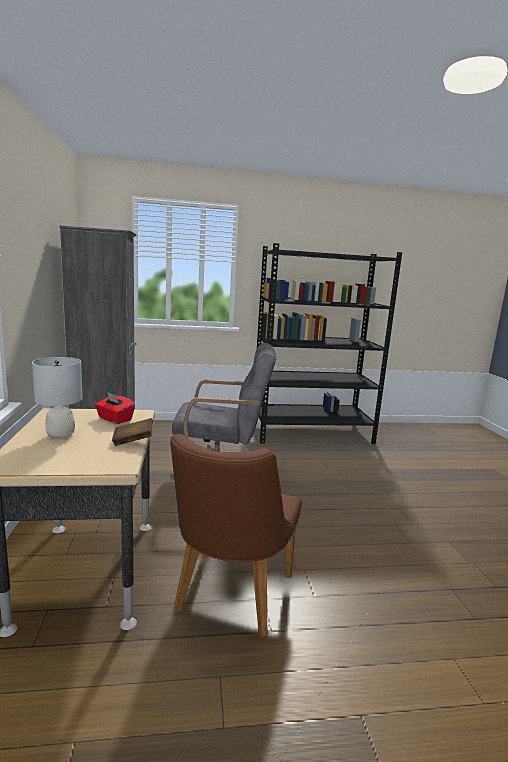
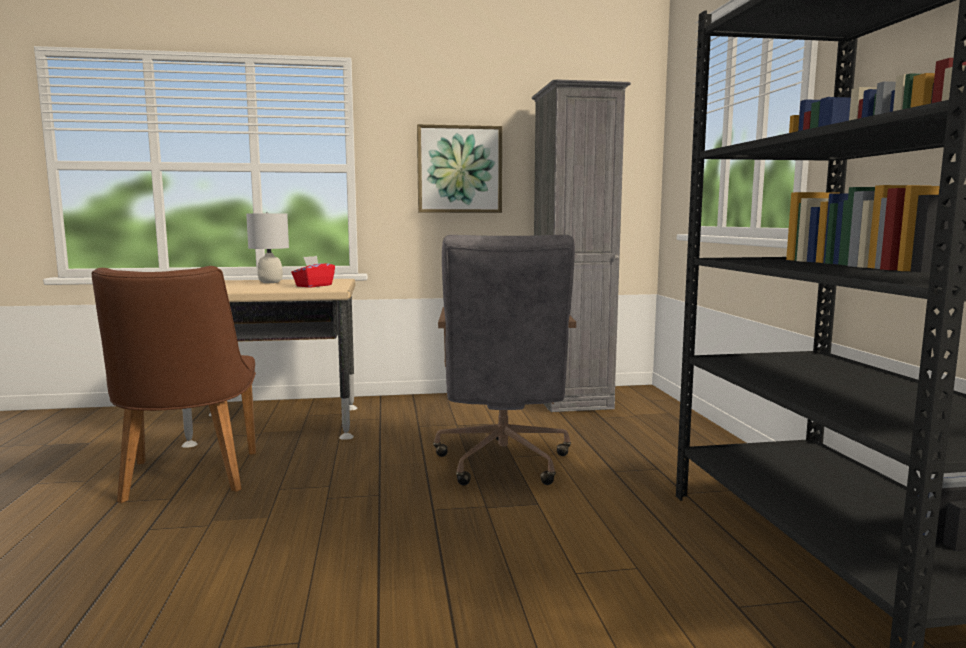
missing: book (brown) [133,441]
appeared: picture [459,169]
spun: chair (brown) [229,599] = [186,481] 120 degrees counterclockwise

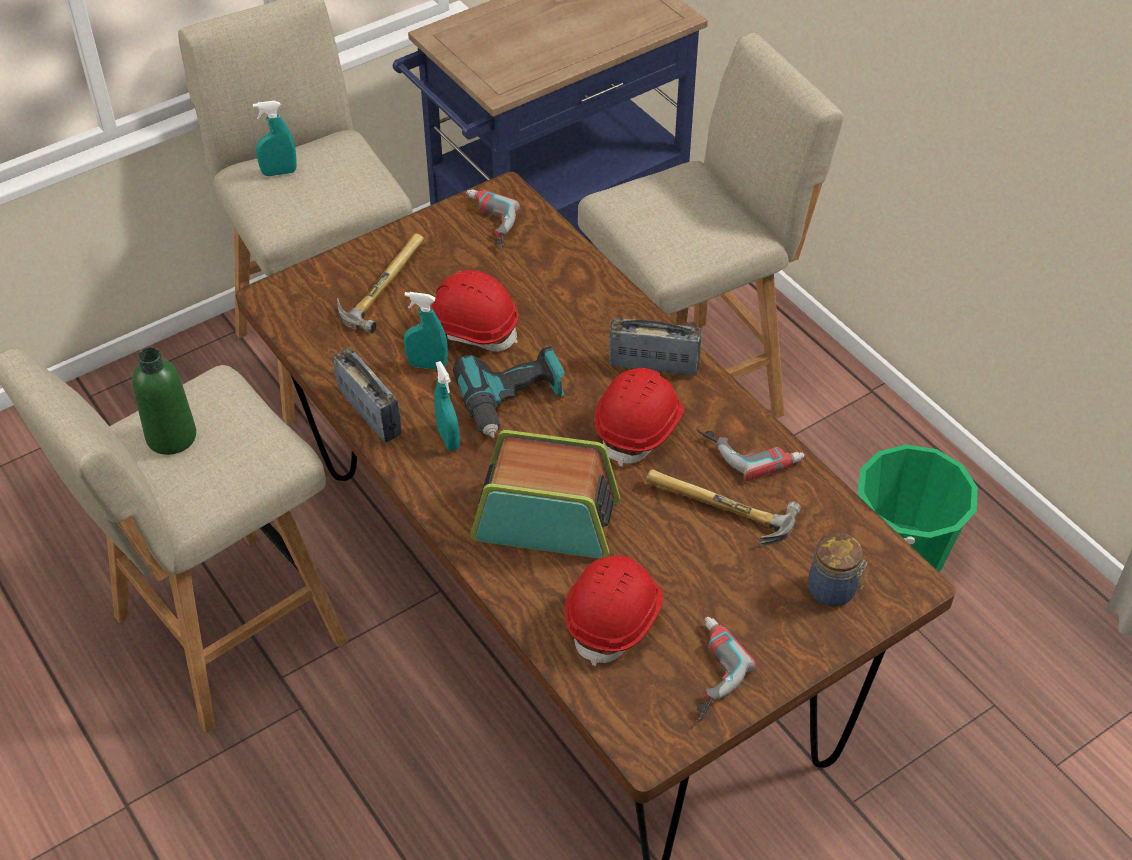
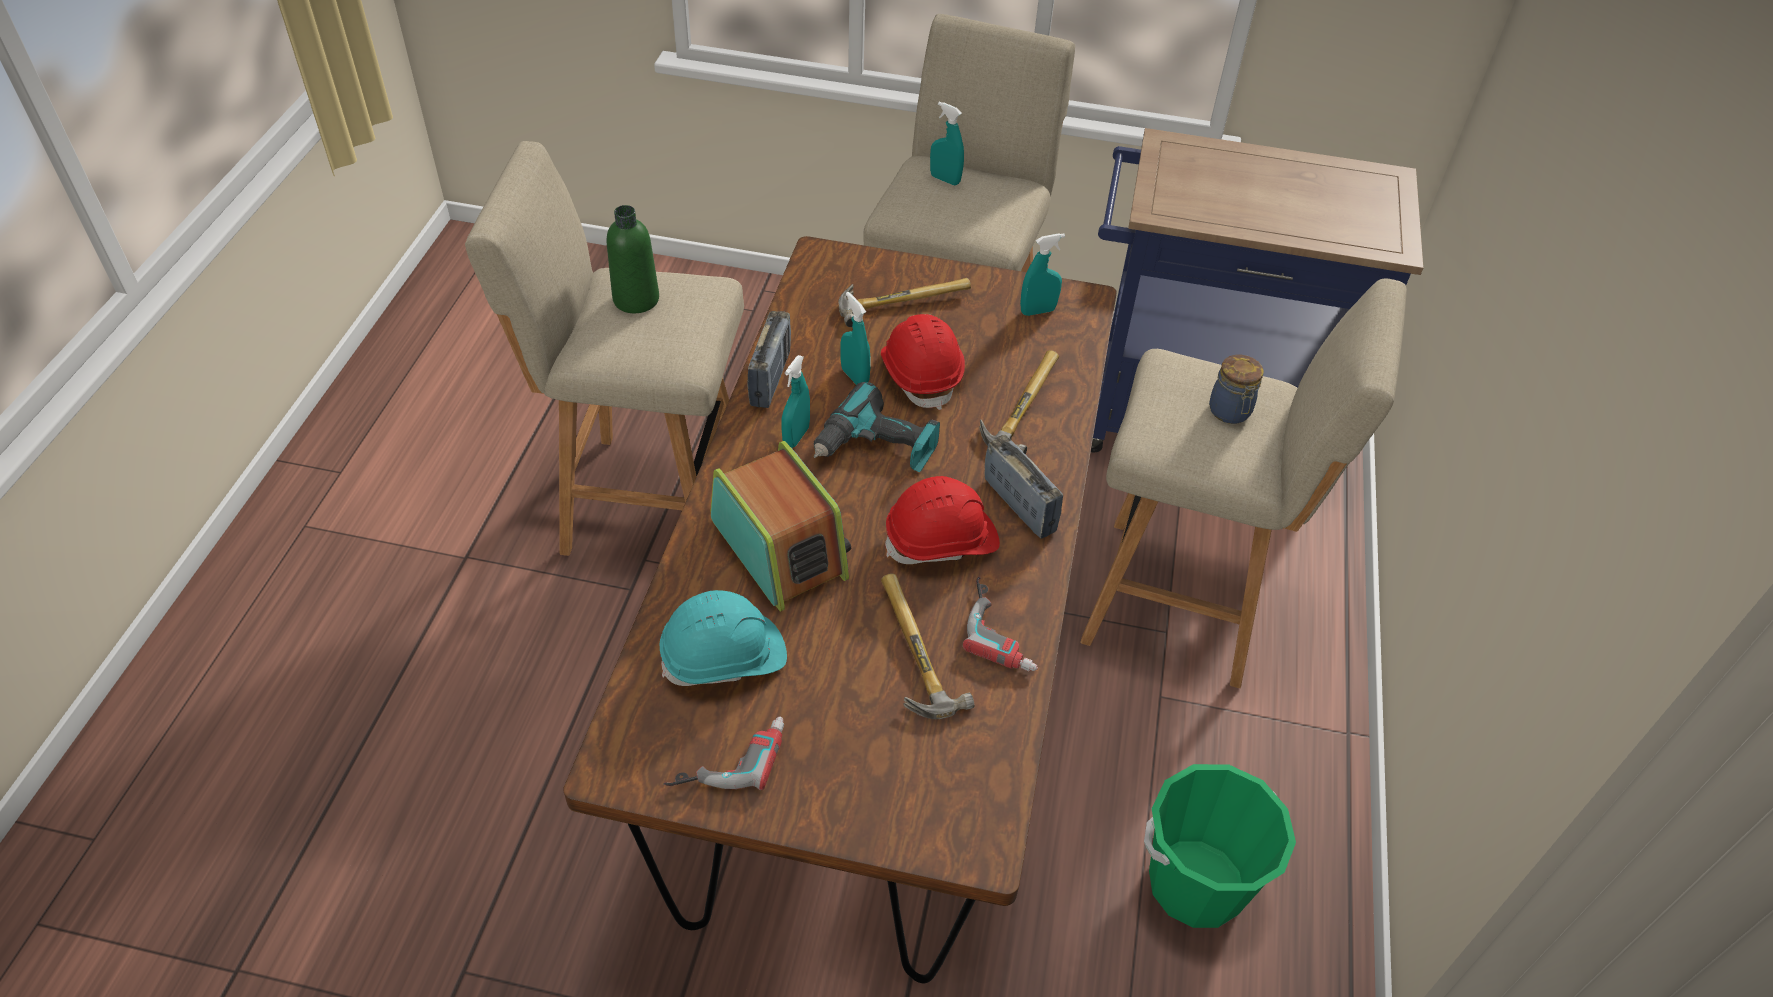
appeared: hammer [1018,405]
relocated: jar [833,591] to [1230,412]
exchanged: power drill [485,224] to spray bottle (turquoise) [1038,311]
colour: hard hat (red) [615,618] to hard hat (turquoise) [724,658]

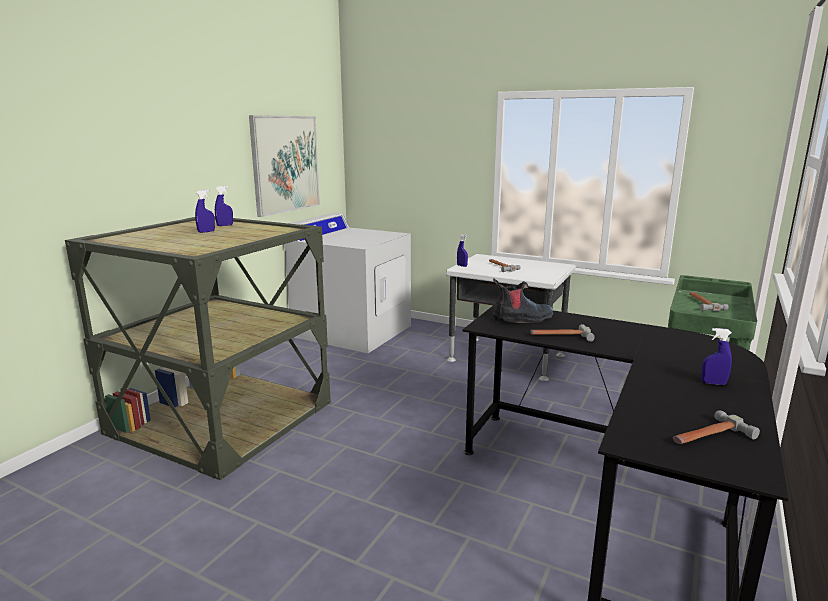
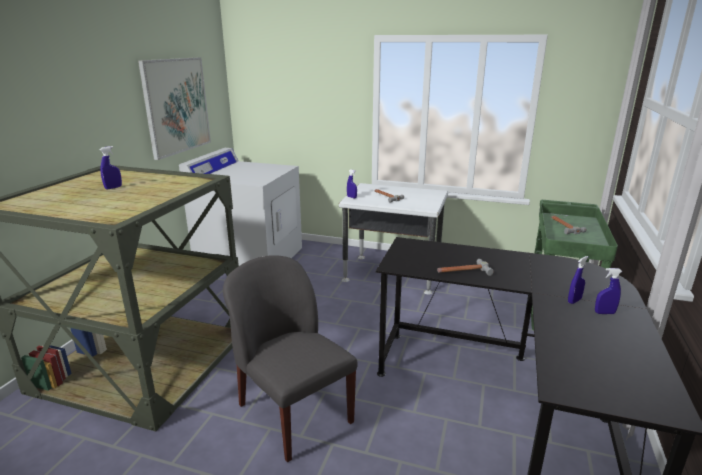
missing: boot [522,319]; hammer [708,436]
appeared: chair (grey) [293,412]
relocated: spray bottle (blue) [225,225] to [574,301]

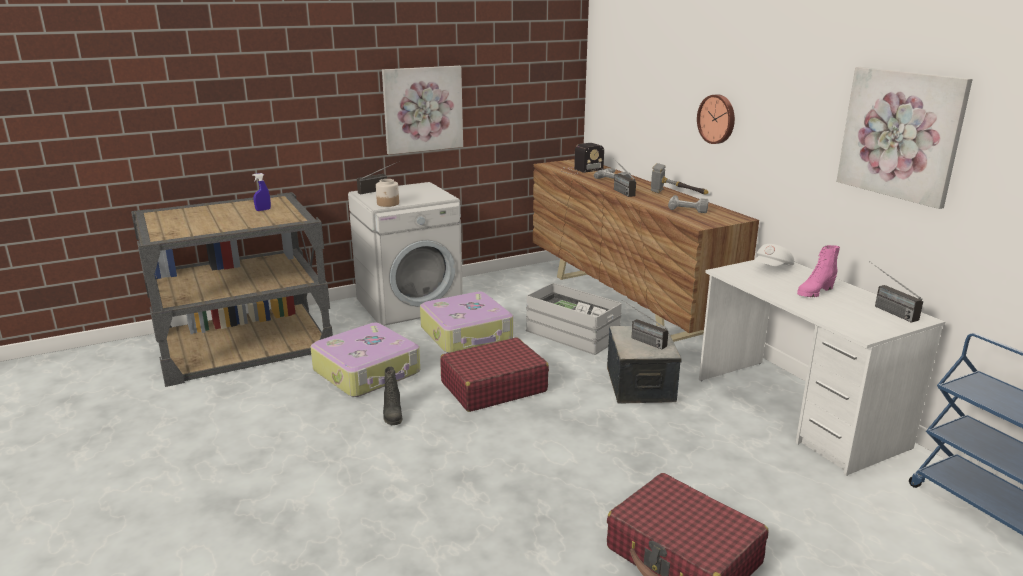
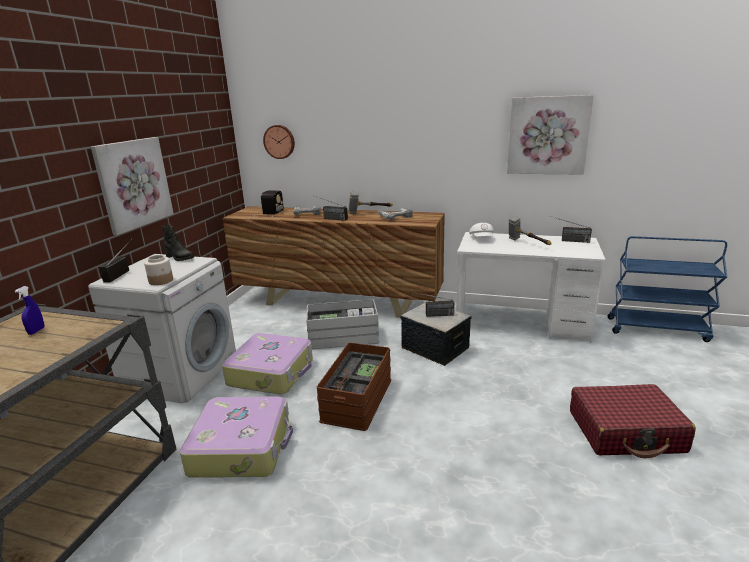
relocated: boot (black) [392,415] to [179,258]; wall clock [717,119] to [279,141]
exchanged: suitcase (red) [493,387] to storage box (brown) [358,399]; boot (pink) [814,292] to hammer [527,243]

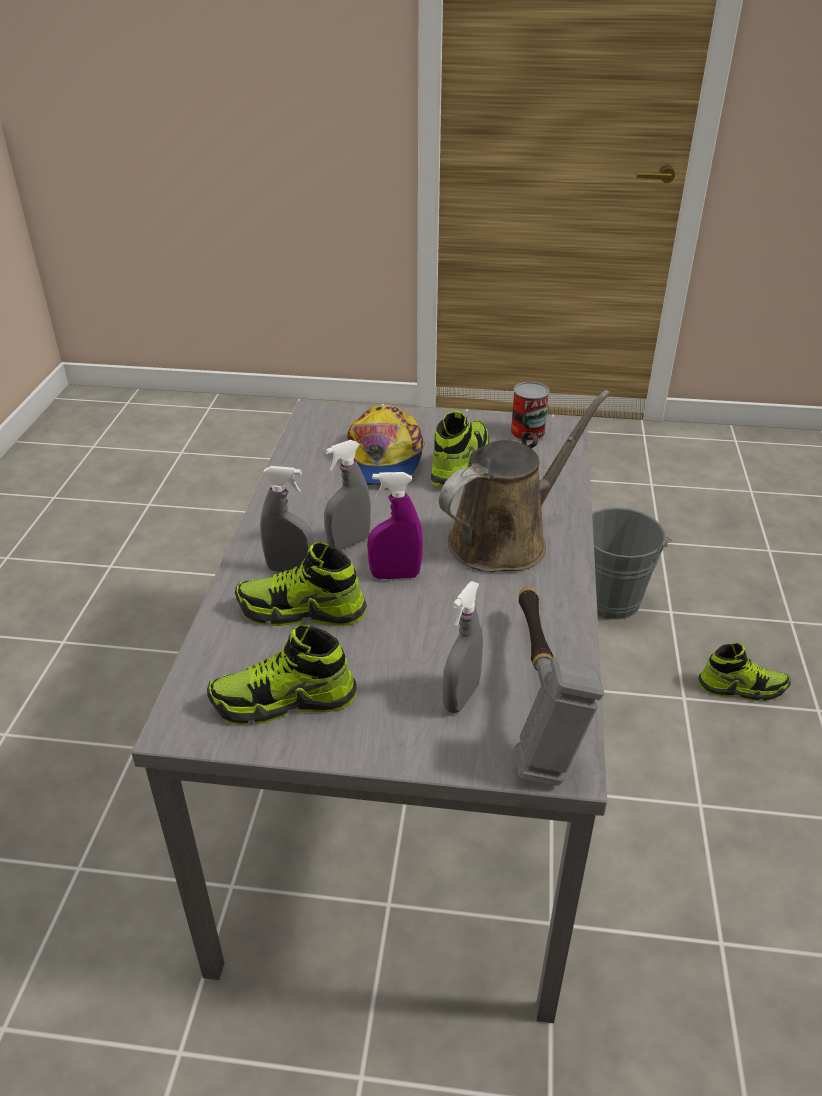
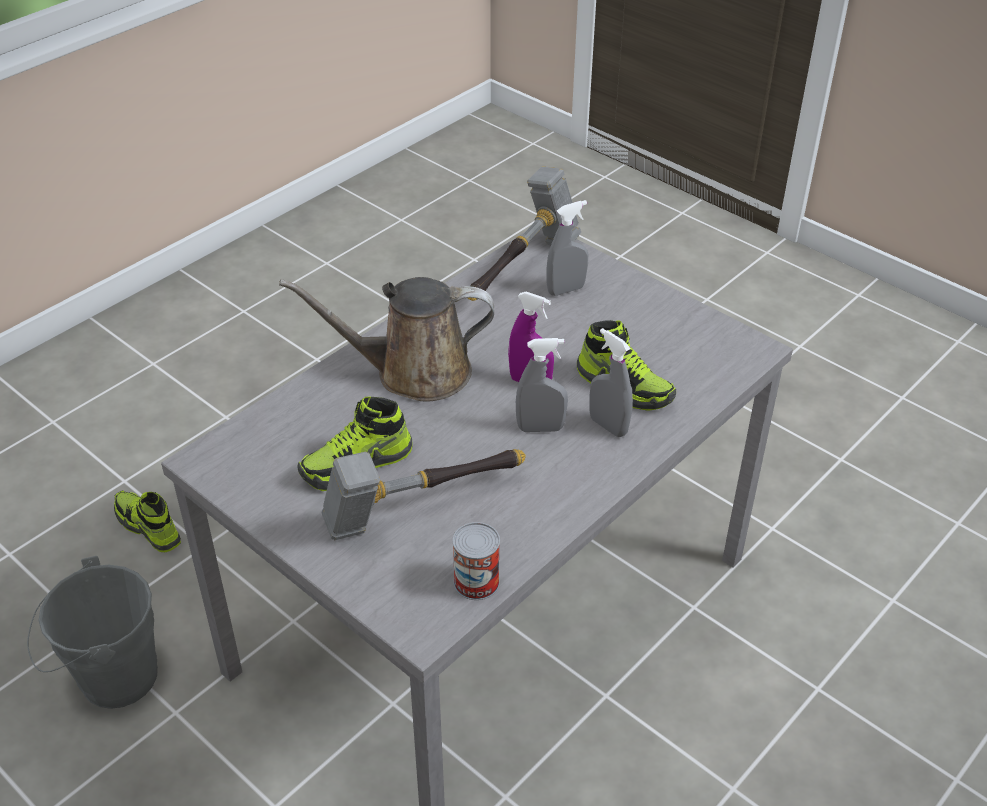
missing: shoe [284,702]
relocated: can [527,432] to [476,582]
exchanged: cap [383,459] to hammer [421,509]

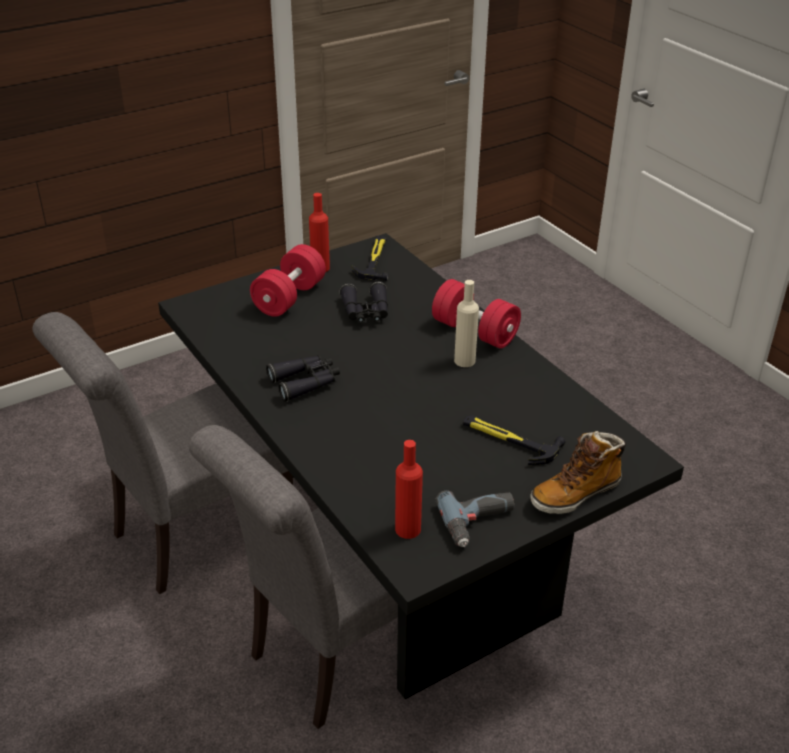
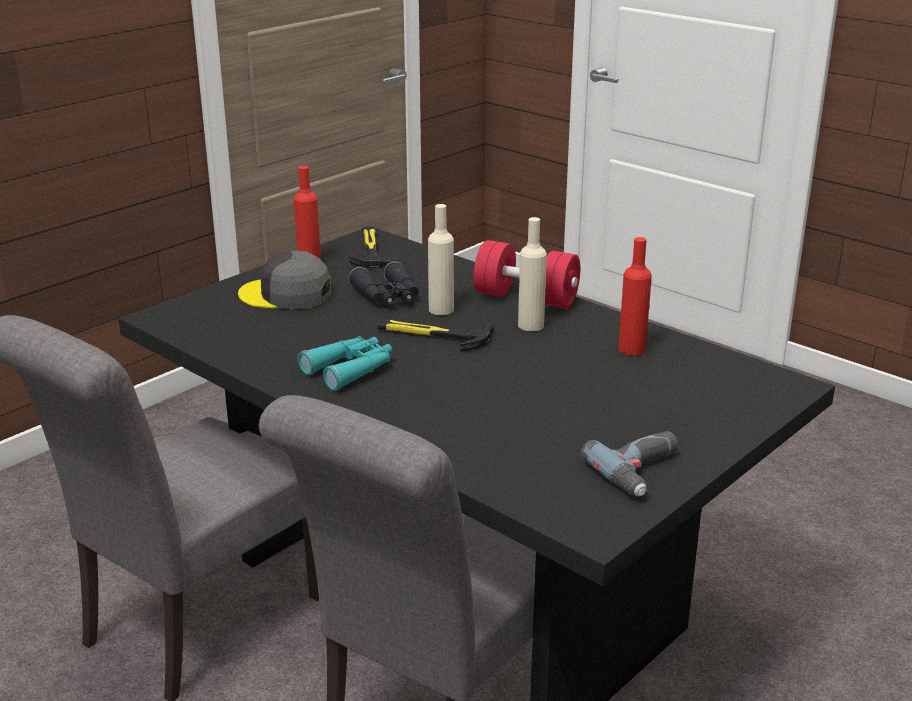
missing: boot [575,494]
appeared: bottle (beige) [441,309]
relocated: hammer [509,440] to [432,336]; bottle (red) [408,529] to [631,349]
exchanged: dumbbell (red) [289,298] to cap (grey) [286,294]
colour: binoculars (black) [305,382] to binoculars (turquoise) [351,369]

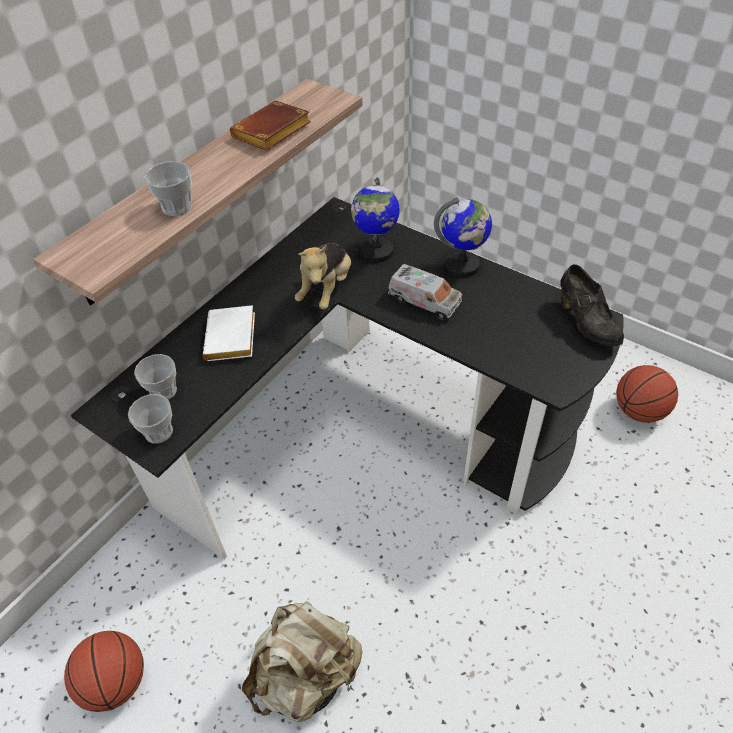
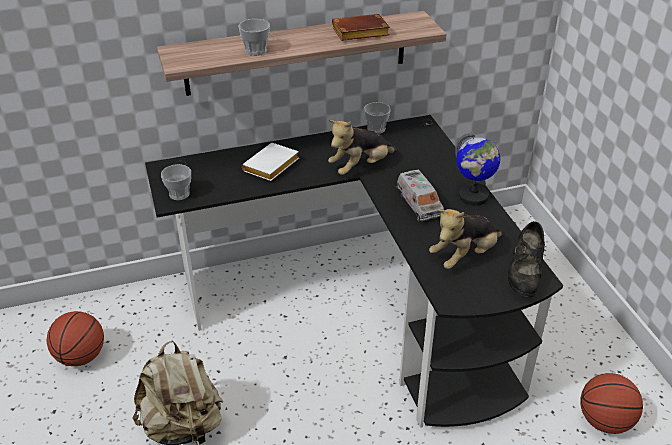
missing: globe [376,251]
appeared: plush toy [465,256]
relocated: cup [163,391] to [376,129]

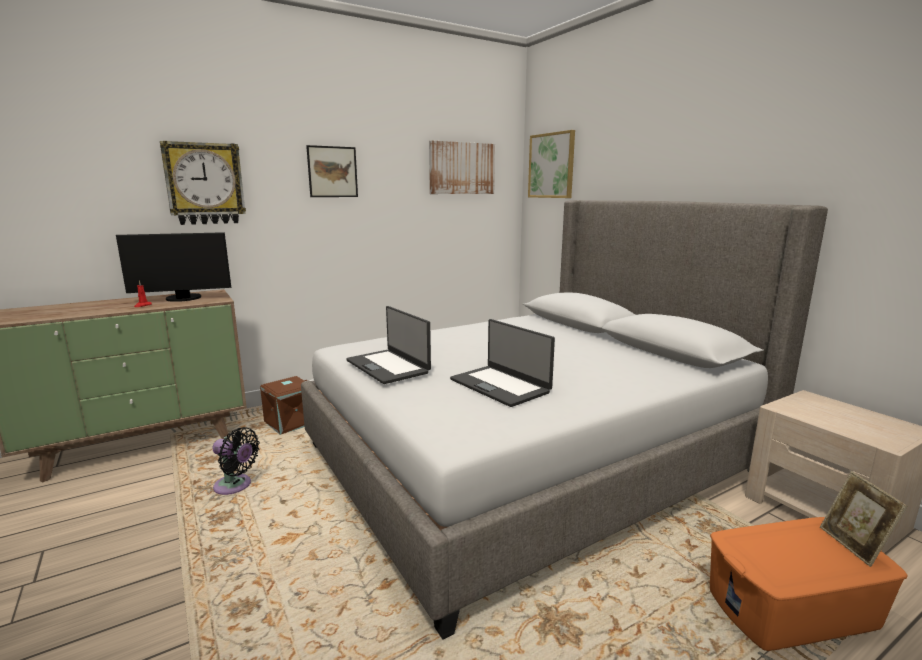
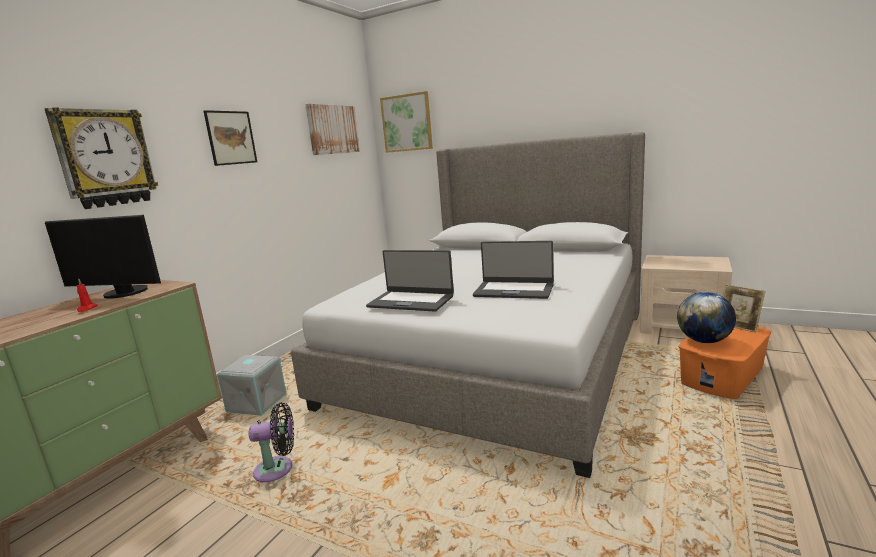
appeared: globe [704,341]
colour: storage box (brown) [290,422] to storage box (grey) [256,403]
spun: monitor [183,299] = [122,294] 60 degrees clockwise

